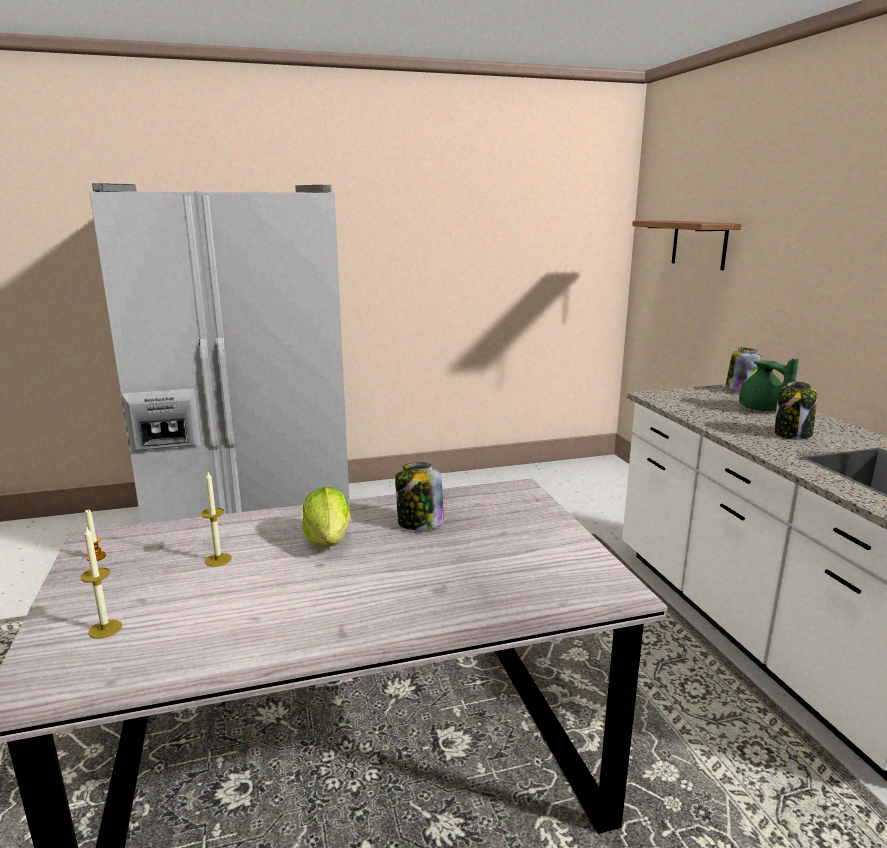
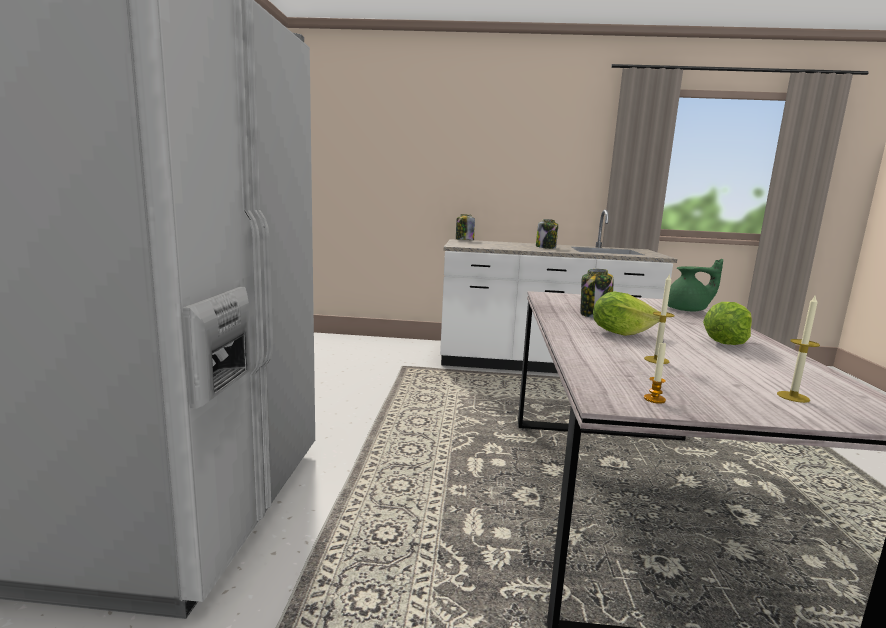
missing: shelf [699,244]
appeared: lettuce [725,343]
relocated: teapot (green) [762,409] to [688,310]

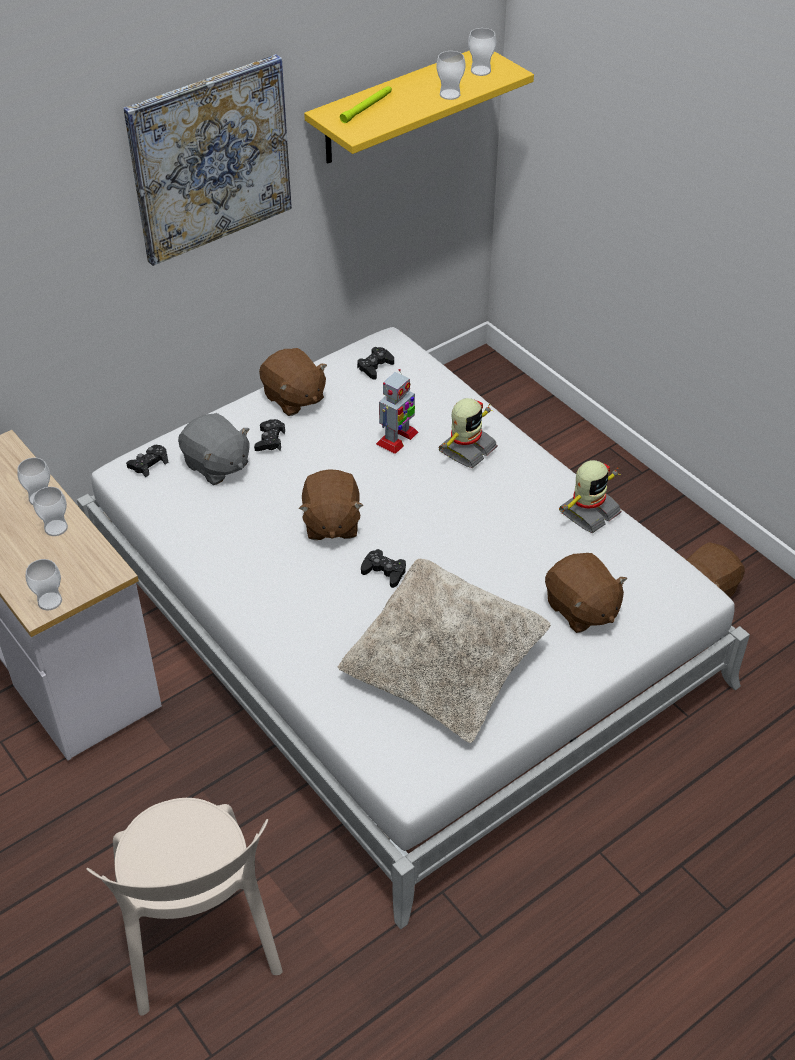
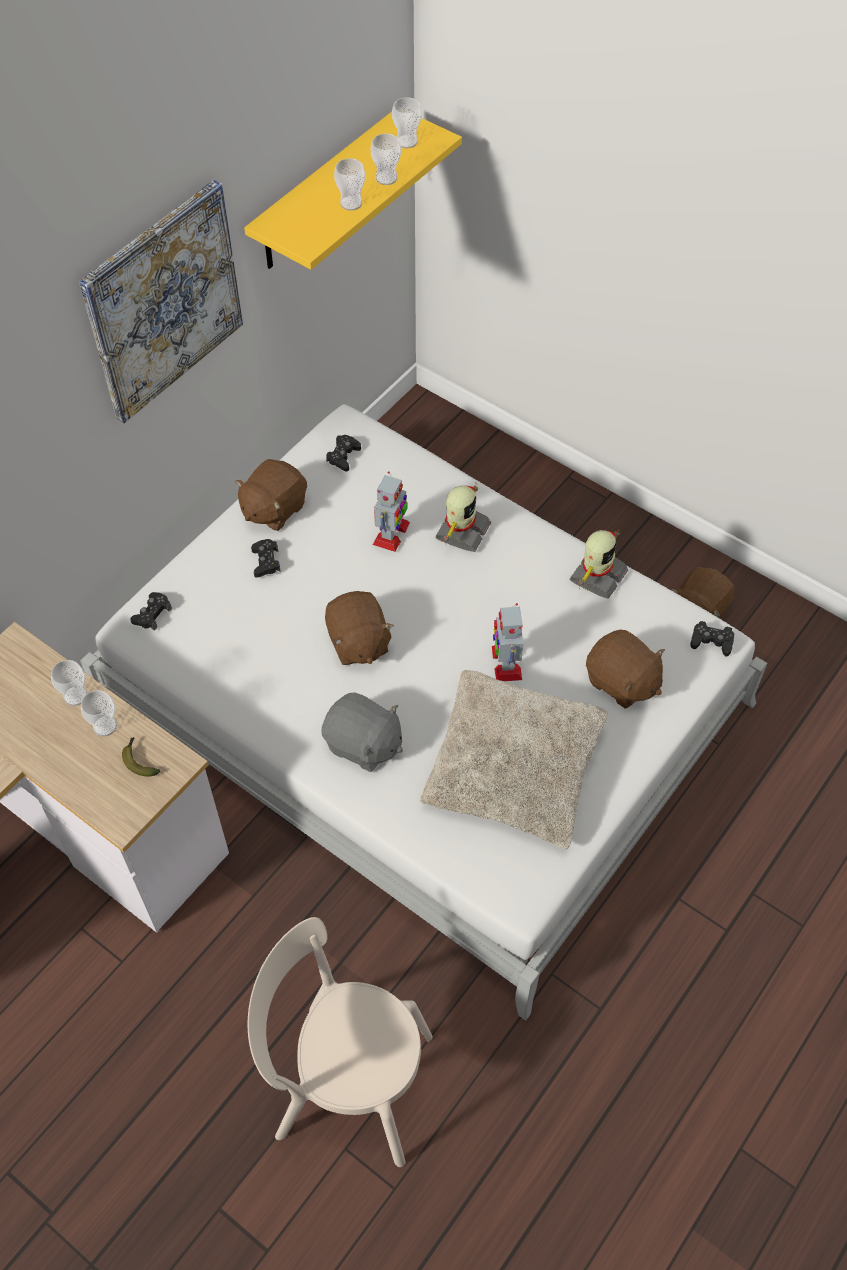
missing: flashlight (green) [367,107]
appeared: banana [139,760]; toy robot [506,662]
relocated: plush toy (grey) [216,465] to [363,744]; cup [50,601] to [351,203]; game controller (black) [384,572] to [711,641]
spun: plush toy (brown) [293,398] = [273,509] 90 degrees clockwise; chair (beige) [199,942] = [346,1082] 135 degrees clockwise

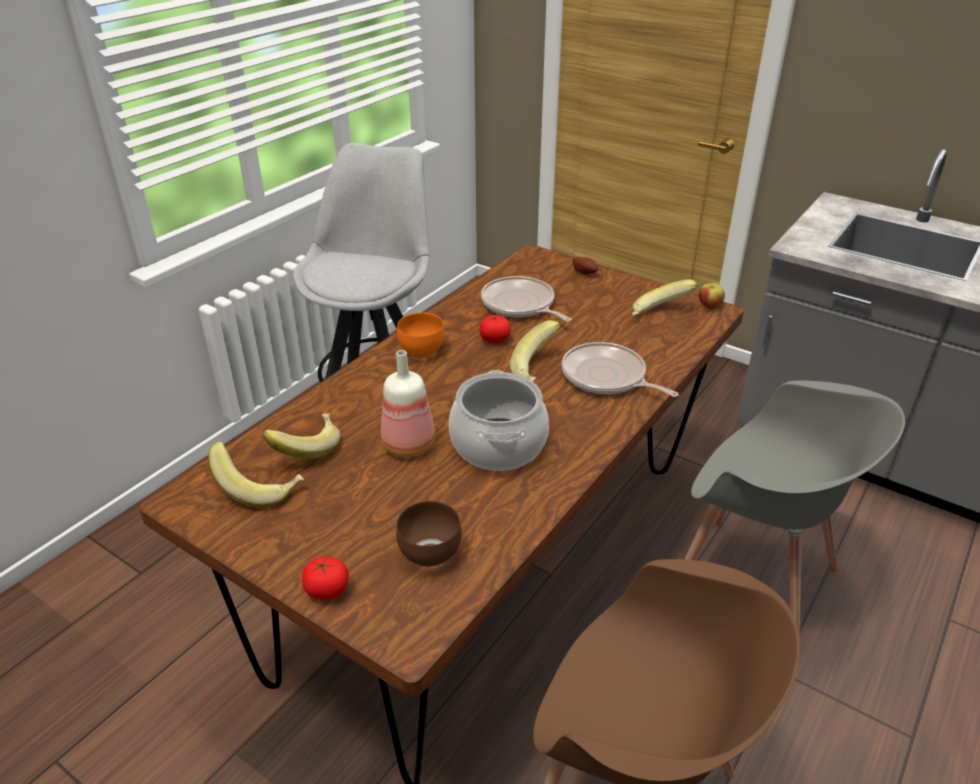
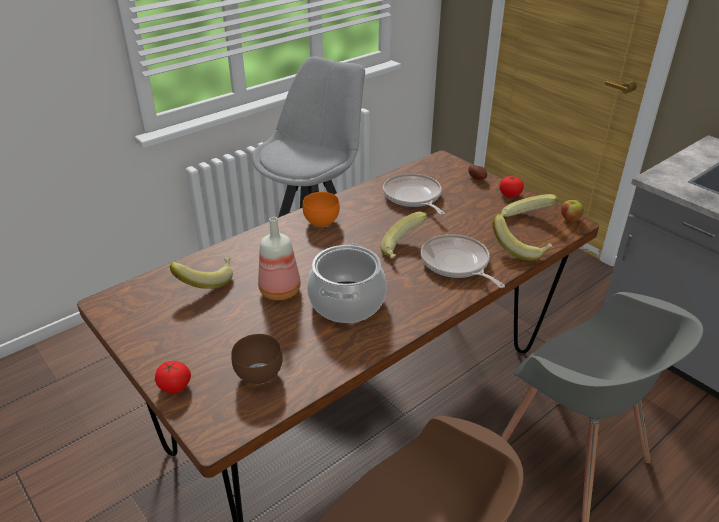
relocated: banana [259,488] to [520,249]; tomato [495,340] to [510,194]

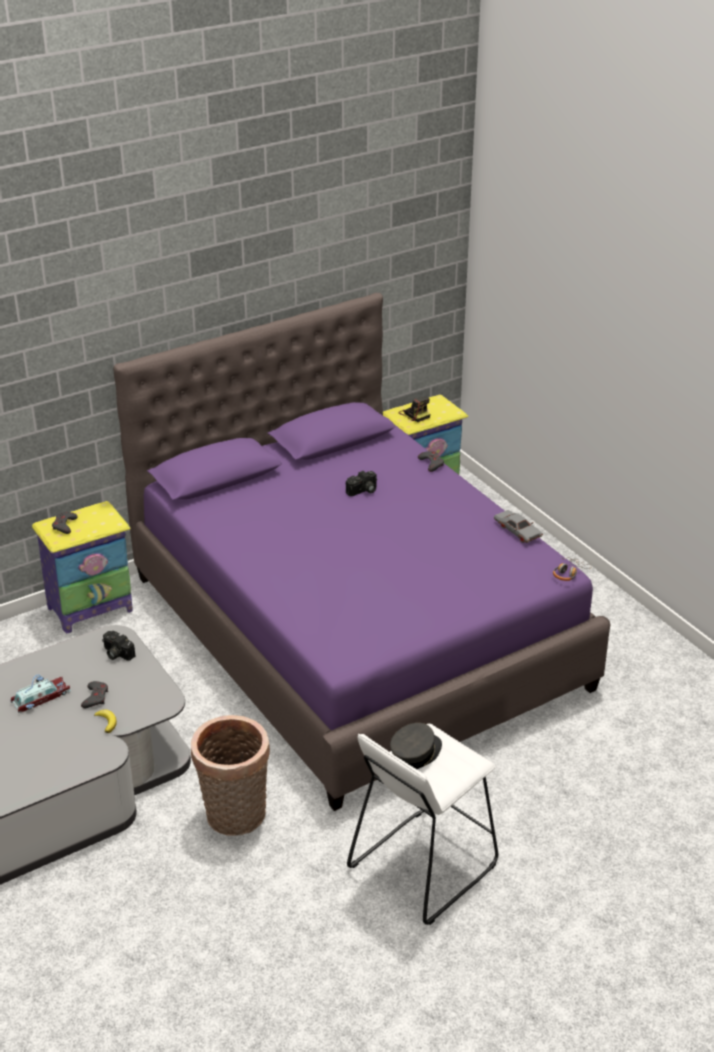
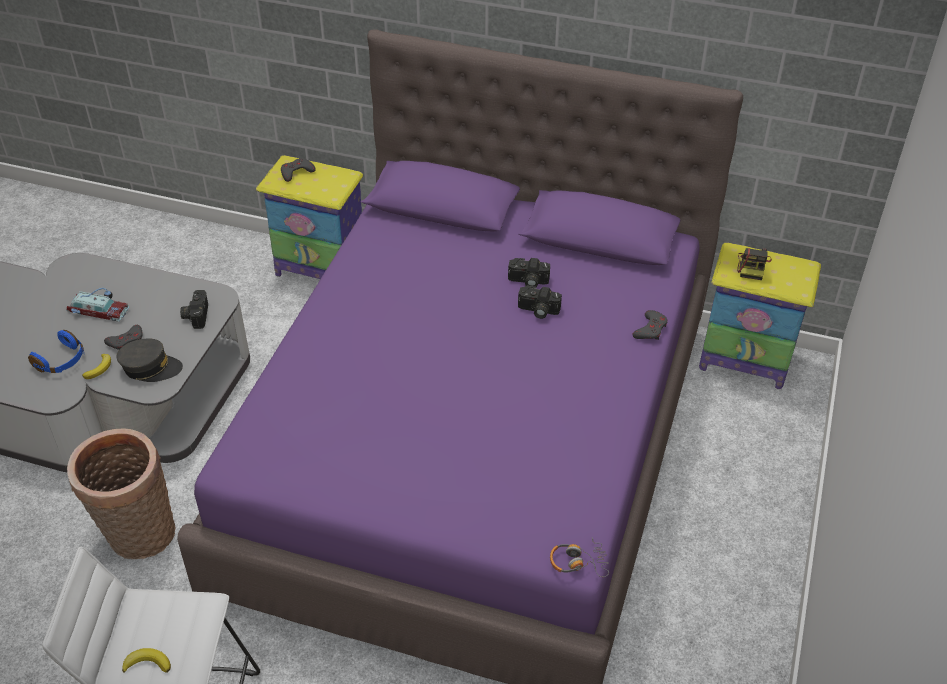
missing: toy car (grey) [517,531]
appeared: headphones (blue) [62,361]; banana [148,663]; photo camera [528,281]
relocated: cap (grey) [415,753] to [150,368]

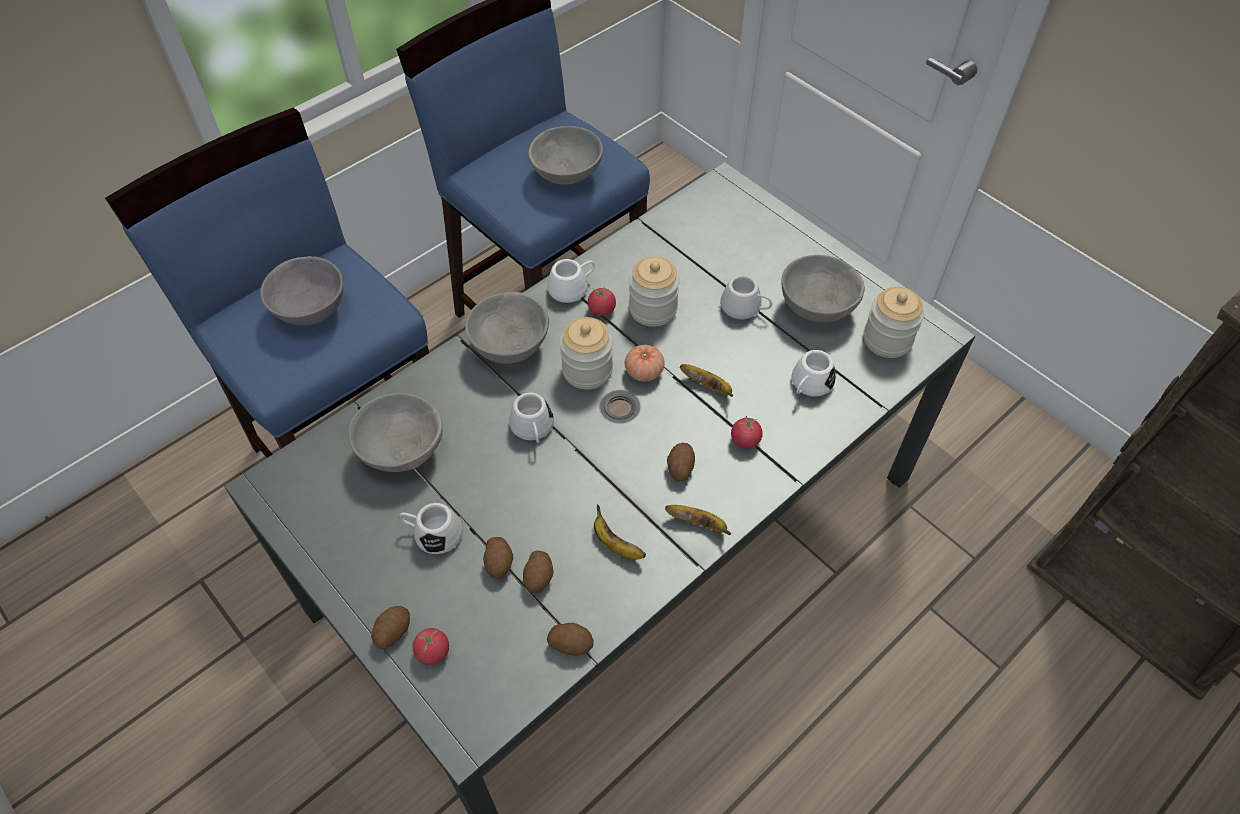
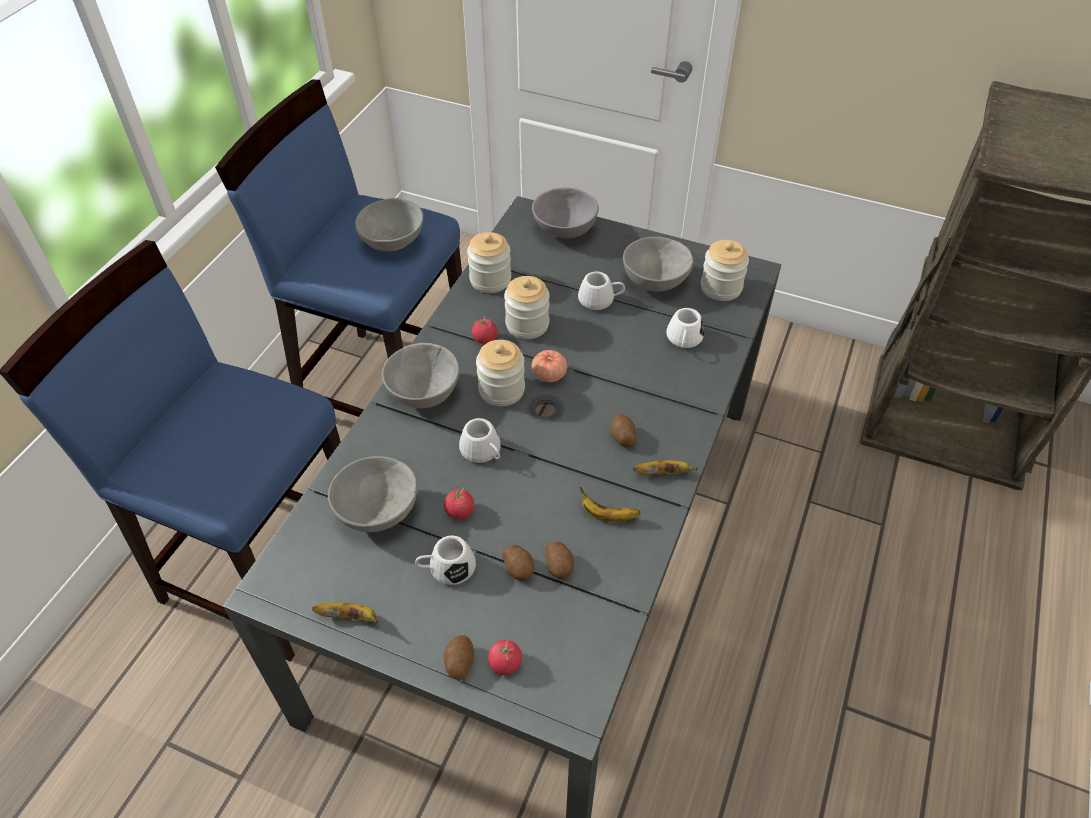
missing: mug (white) [572,287]; potato [571,643]
appeared: jar [490,280]
relocated: banana [708,386] to [350,617]; tomato [745,440] to [460,511]; bowl (grey) [310,311] to [564,231]

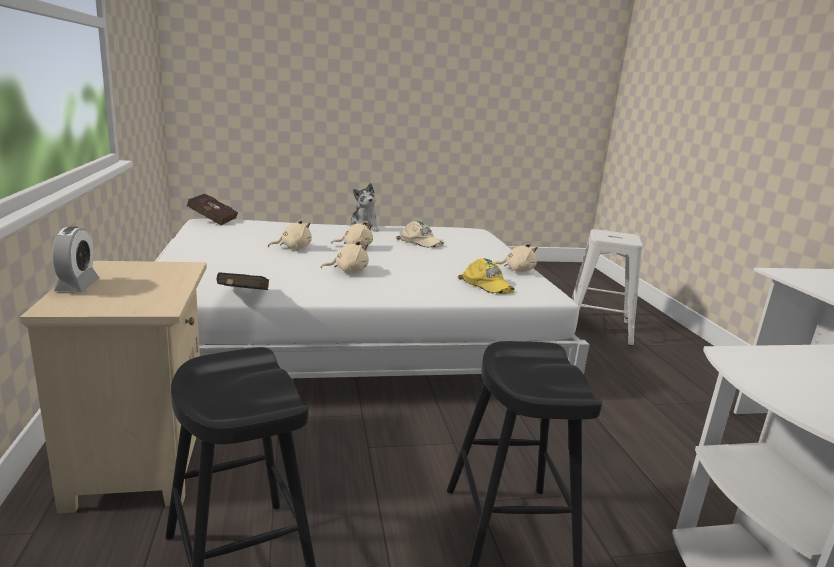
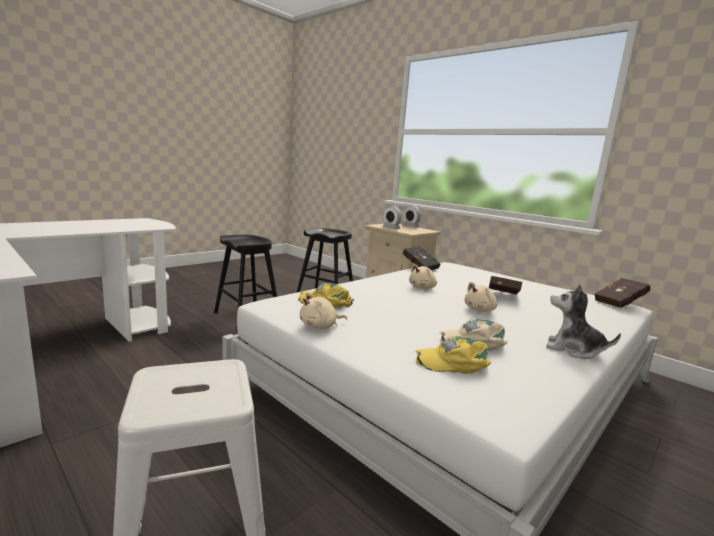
appeared: alarm clock [391,228]; cap (yellow) [453,362]
exchanged: plush toy (beige) [293,248] to book (red) [502,297]

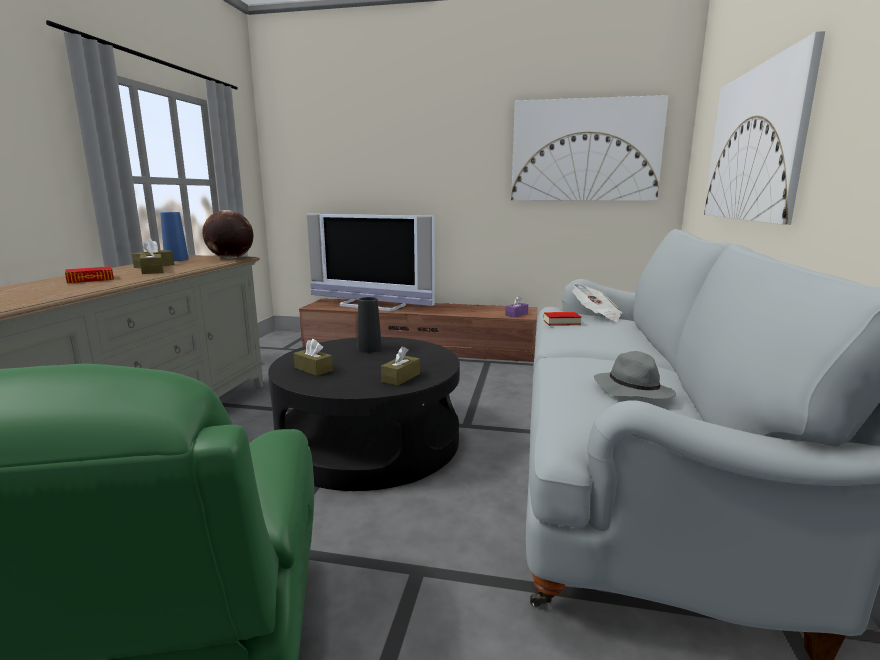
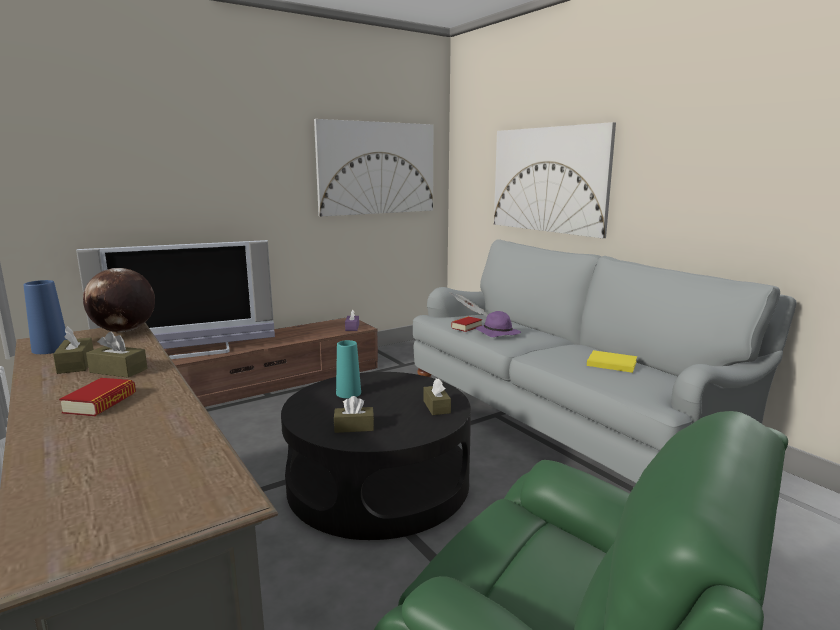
appeared: hat (purple) [497,333]
exchanged: hat (grey) [632,390] to book (yellow) [610,363]
colour: vase (black) [369,349] to vase (turquoise) [348,393]

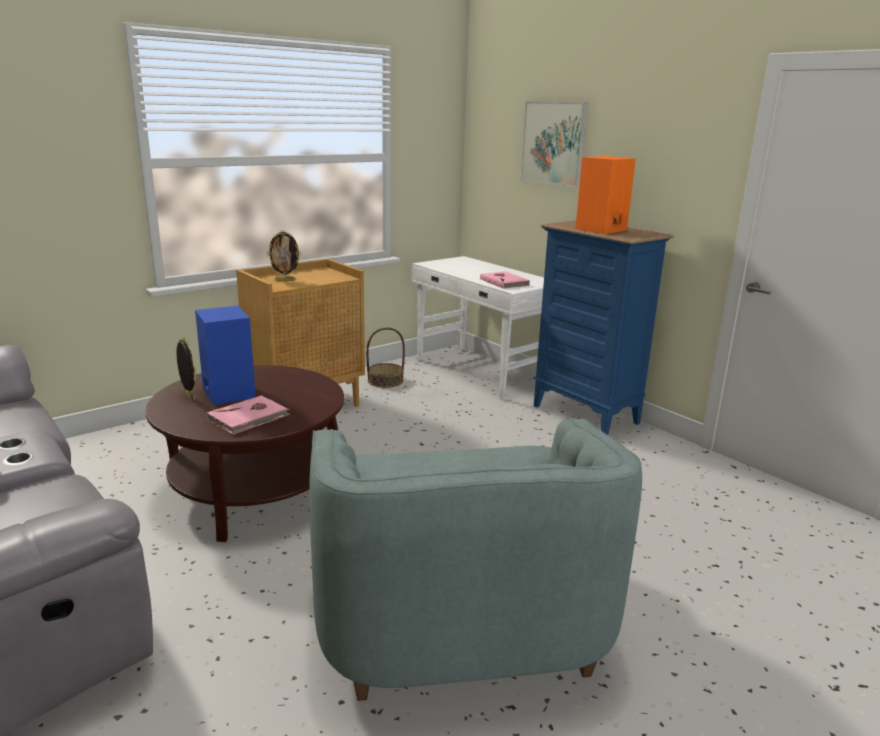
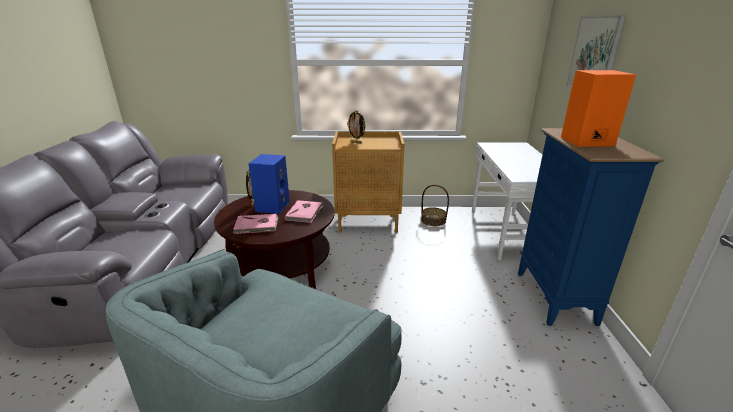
relocated: book (pink) [504,282] to [305,213]

